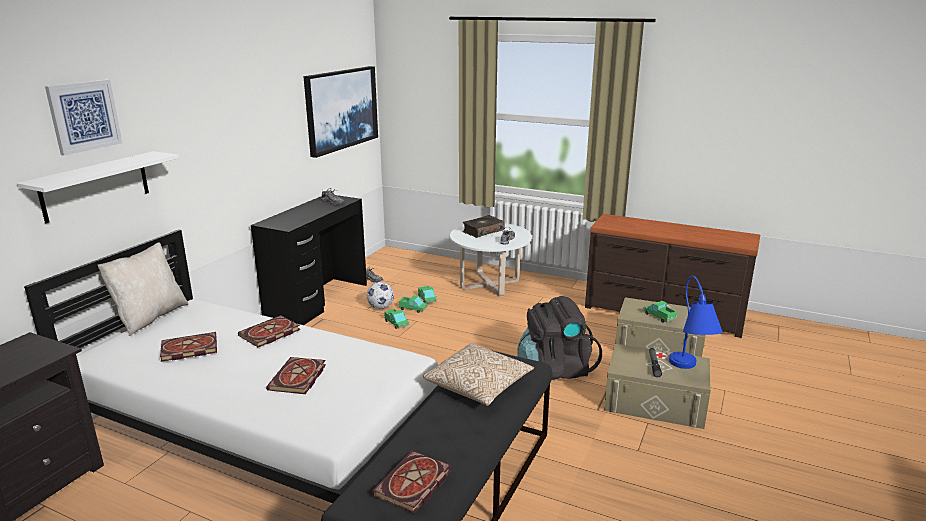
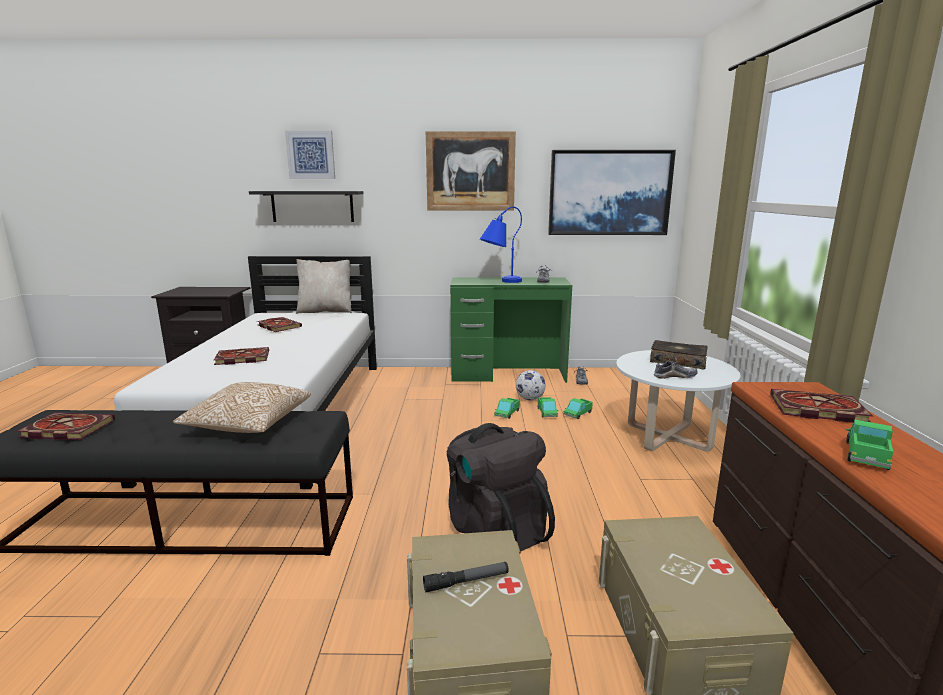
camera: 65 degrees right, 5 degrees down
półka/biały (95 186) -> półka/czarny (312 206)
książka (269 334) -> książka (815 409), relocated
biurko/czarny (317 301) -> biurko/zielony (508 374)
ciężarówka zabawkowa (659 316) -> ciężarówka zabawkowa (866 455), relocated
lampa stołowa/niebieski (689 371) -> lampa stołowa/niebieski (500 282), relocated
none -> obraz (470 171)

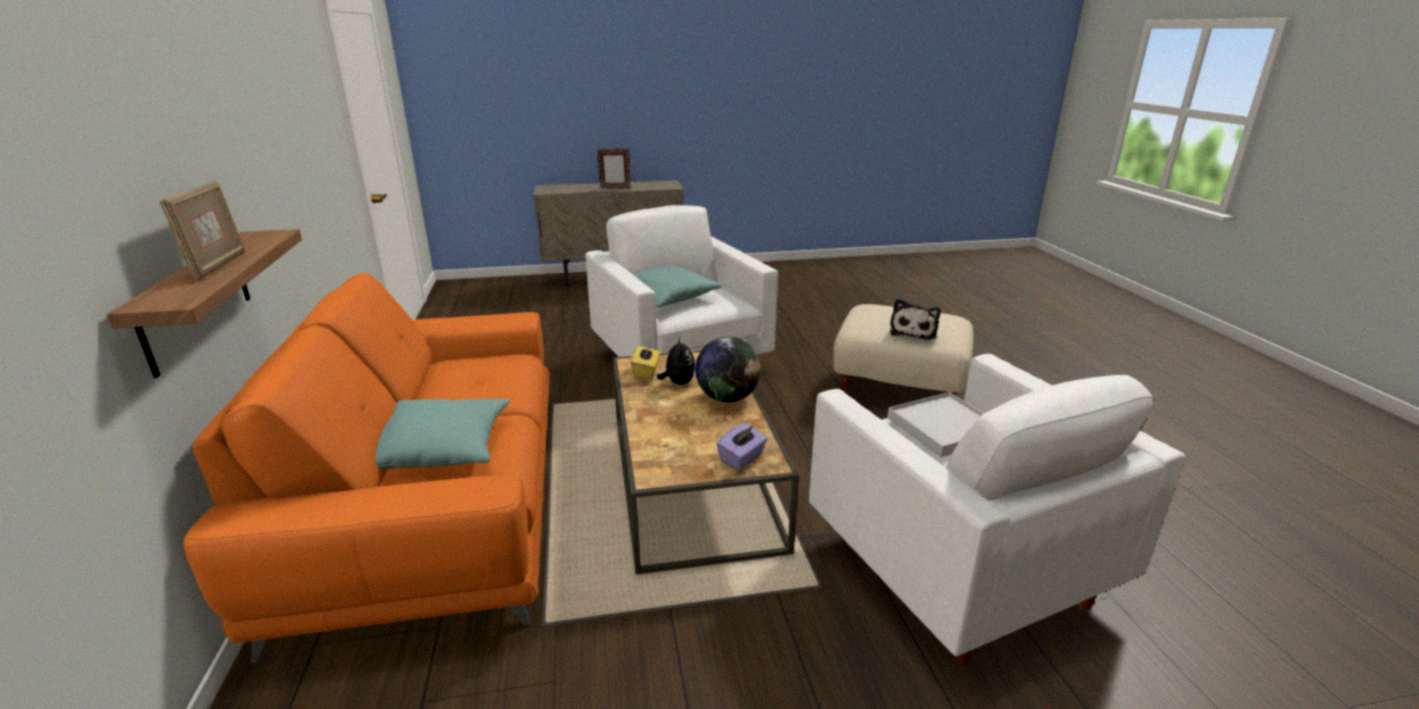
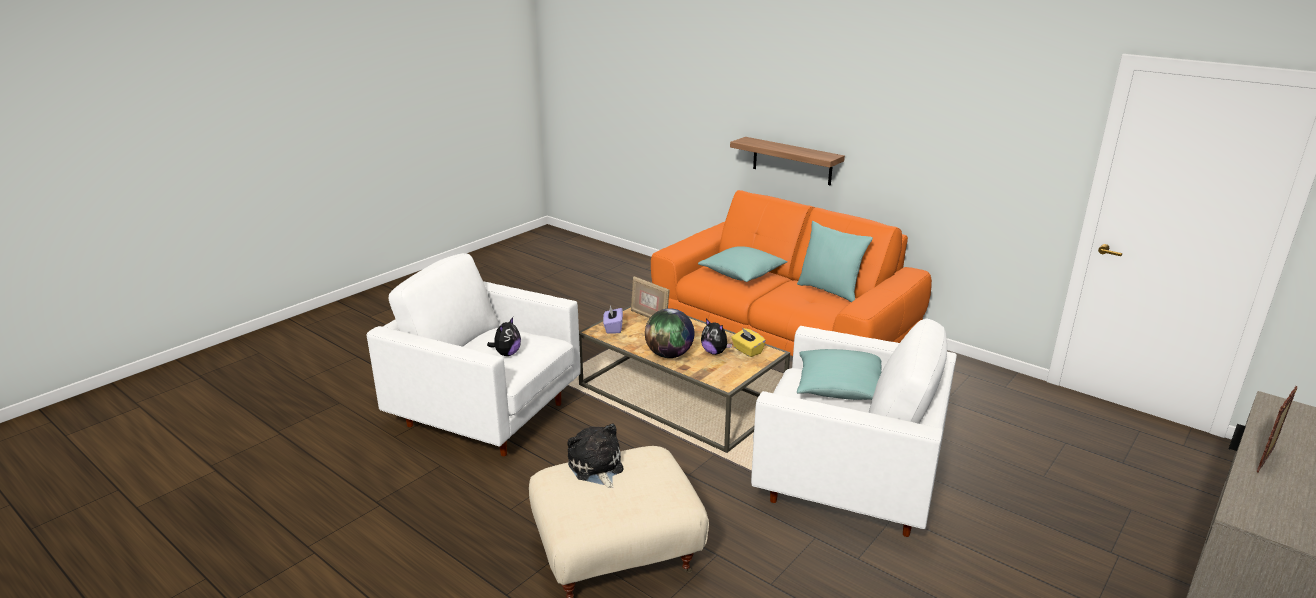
camera: 140 degrees right, 0 degrees up
ramka na zdjęcie (217 266) -> ramka na zdjęcie (649 317), relocated
taca/biały (944 428) -> pluszak (507 354)
none -> poduszka/turkusowy (830 291)

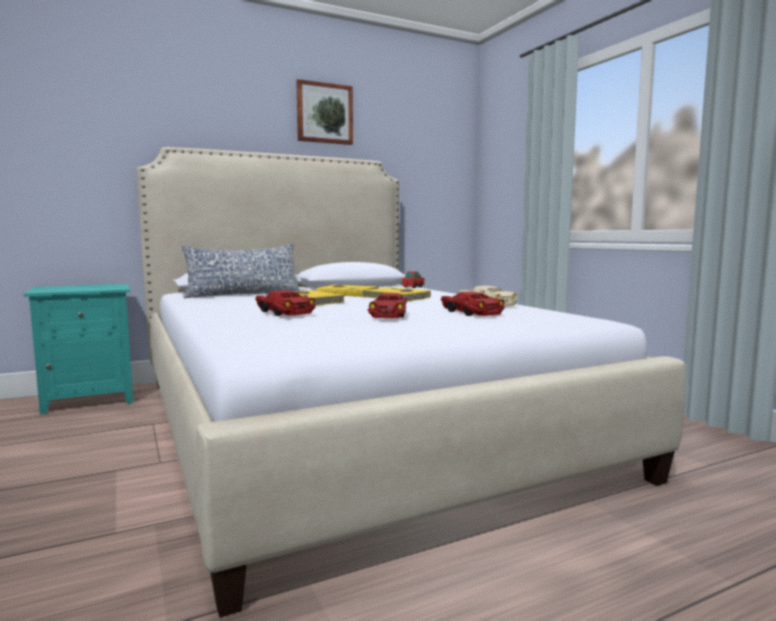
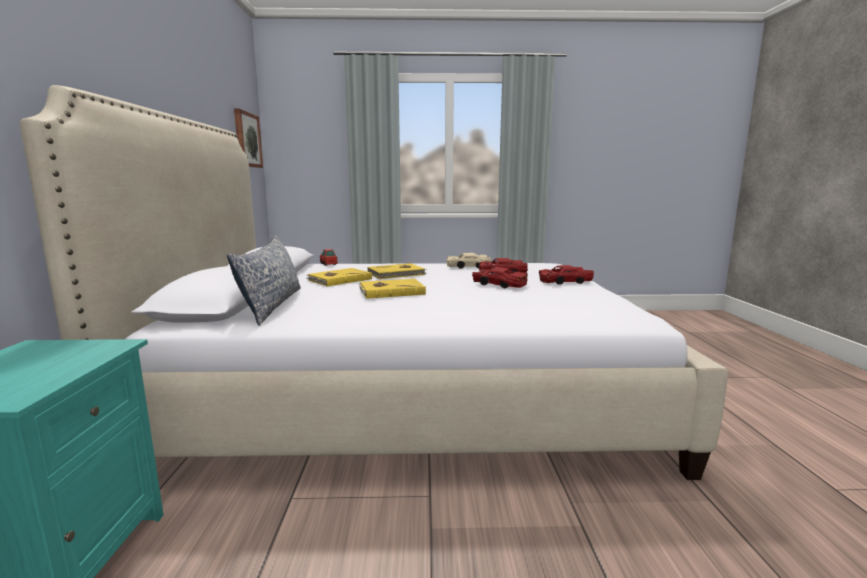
camera: 65 degrees left, 5 degrees up
samochodzik/czerwony (283 312) -> samochodzik/czerwony (564 281), relocated
obraz (324 113) -> obraz (246 140), relocated

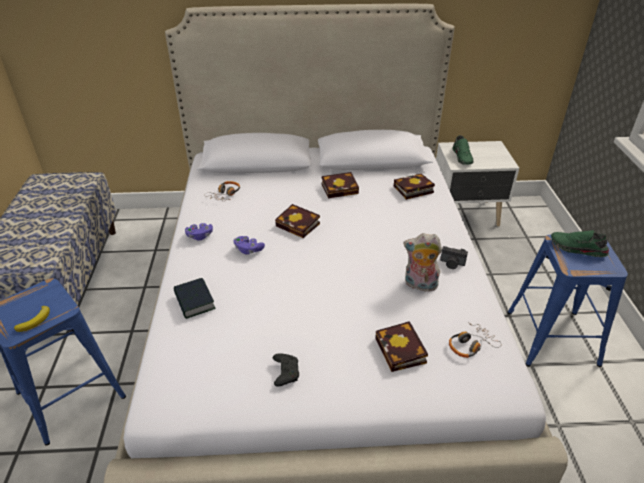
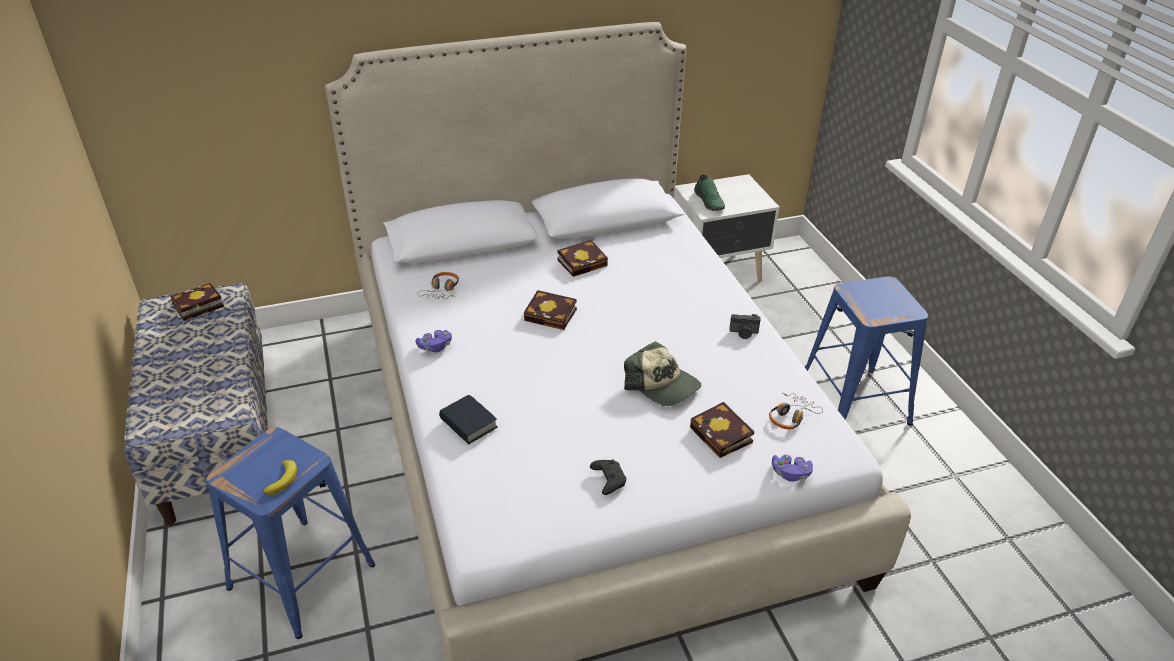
camera: 15 degrees left, 0 degrees up
pad do gier/fioletowy (248 250) -> pad do gier/fioletowy (790 473), relocated
książka (412 190) -> książka (196 306), relocated
pluszak (419 285) -> none
but/zielony (577 249) -> none
none -> czapka z daszkiem (662 385)

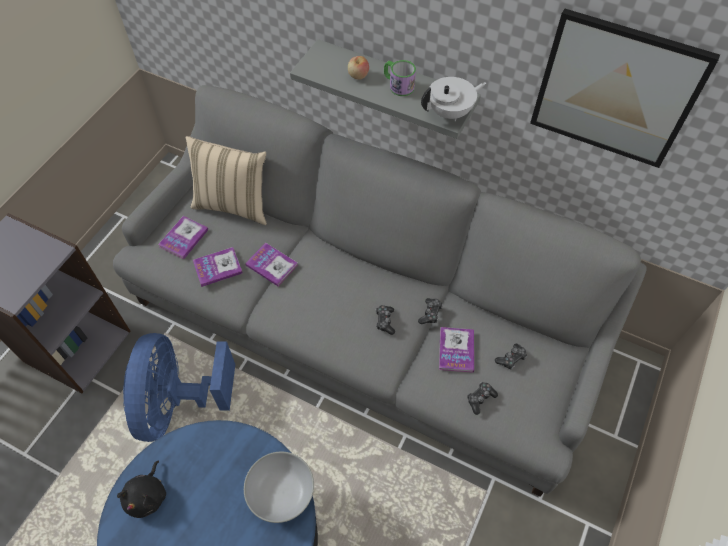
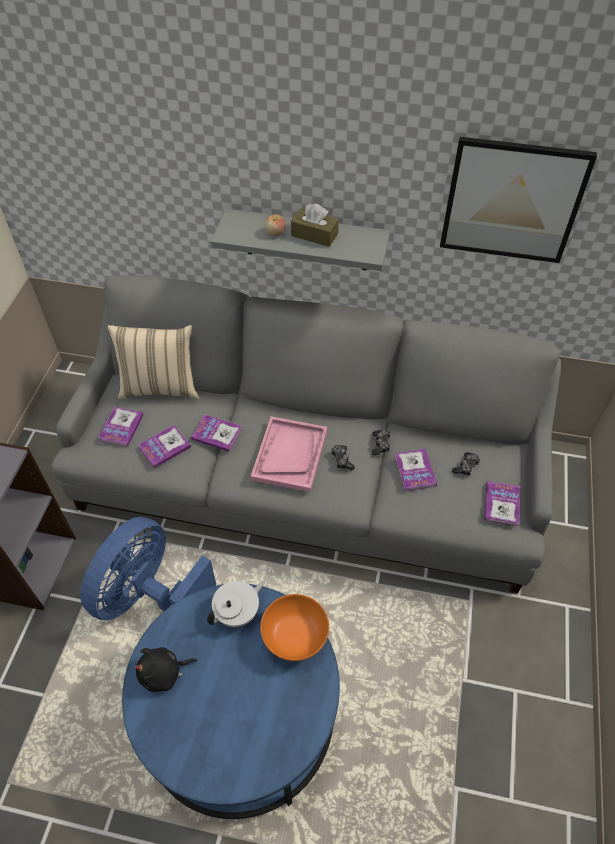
camera: 15 degrees left, 5 degrees down
pluszak/czarny (147 495) -> pluszak/czarny (163 673), 75 degrees clockwise
wentylator/niebieski (179 403) -> wentylator/niebieski (148 594), 45 degrees clockwise
miska/biały (281 493) -> miska/pomarańczowy (294 637)
kubek (398 85) -> pudełko chusteczek/brązowy (314 235)
imbryk/biały (450 112) -> imbryk/biały (238 612), relocated
pad do gier (480 398) -> none
none -> taca/różowy (289 455)
none -> książka (501 504)

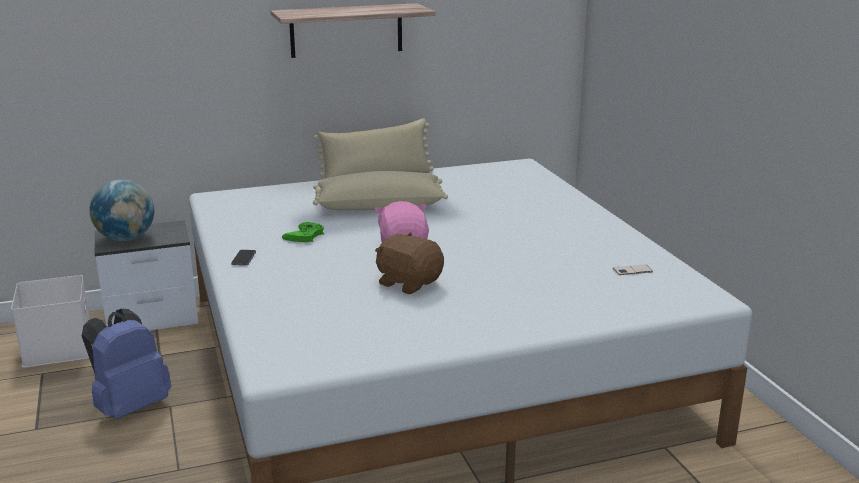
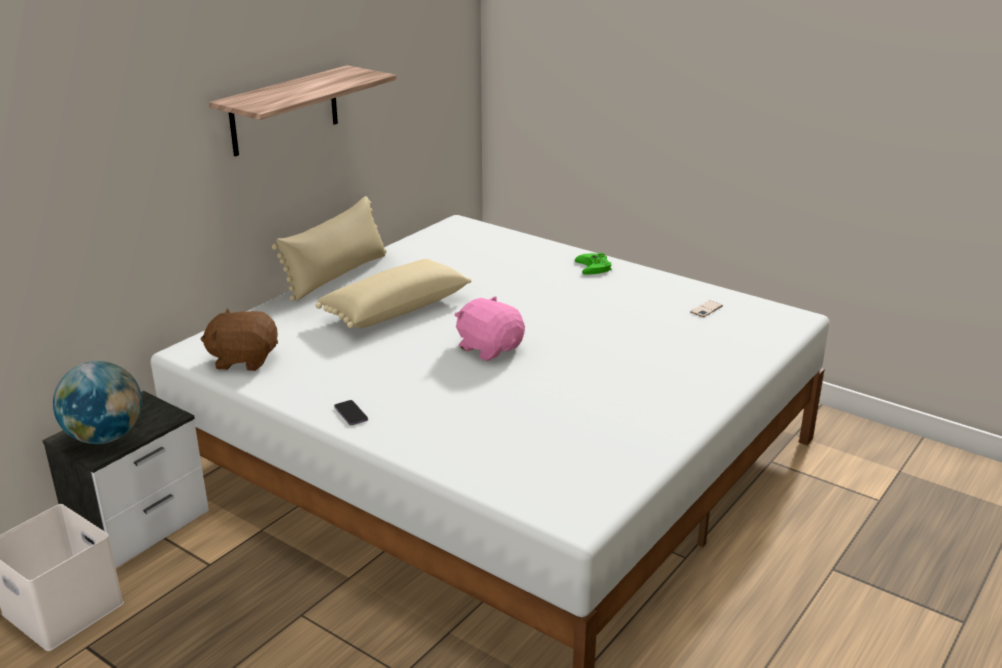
camera: 35 degrees left, 5 degrees up
plecak/niebieski (130 407) -> none
pad do gier/zielony (305 236) -> pad do gier/zielony (595 267), relocated
pluszak/brązowy (409 283) -> pluszak/brązowy (244 360), relocated

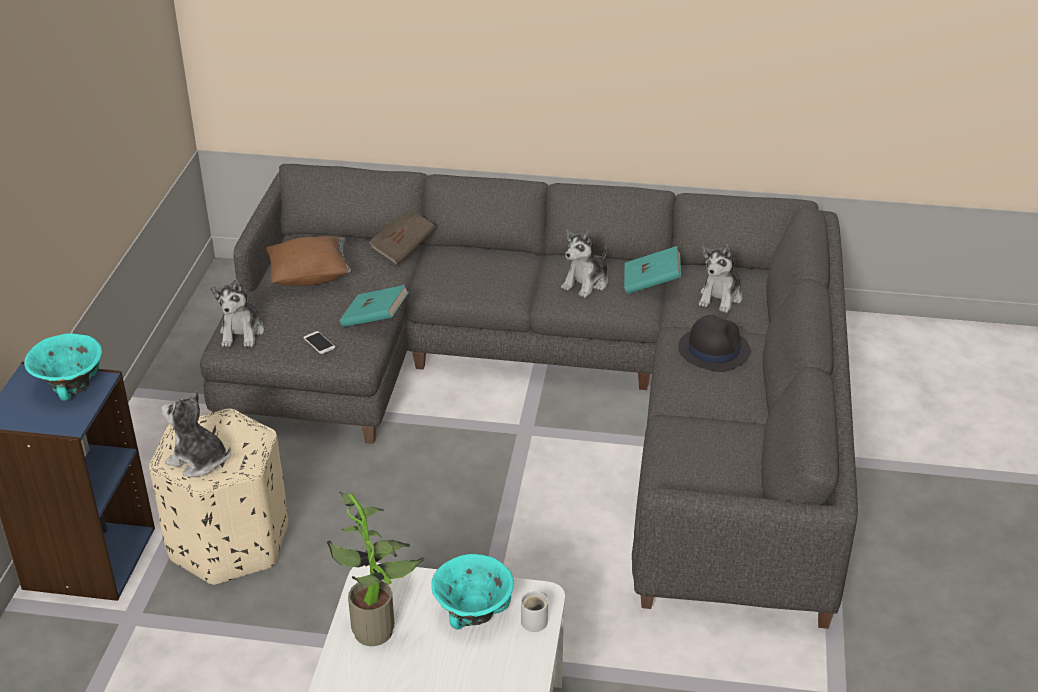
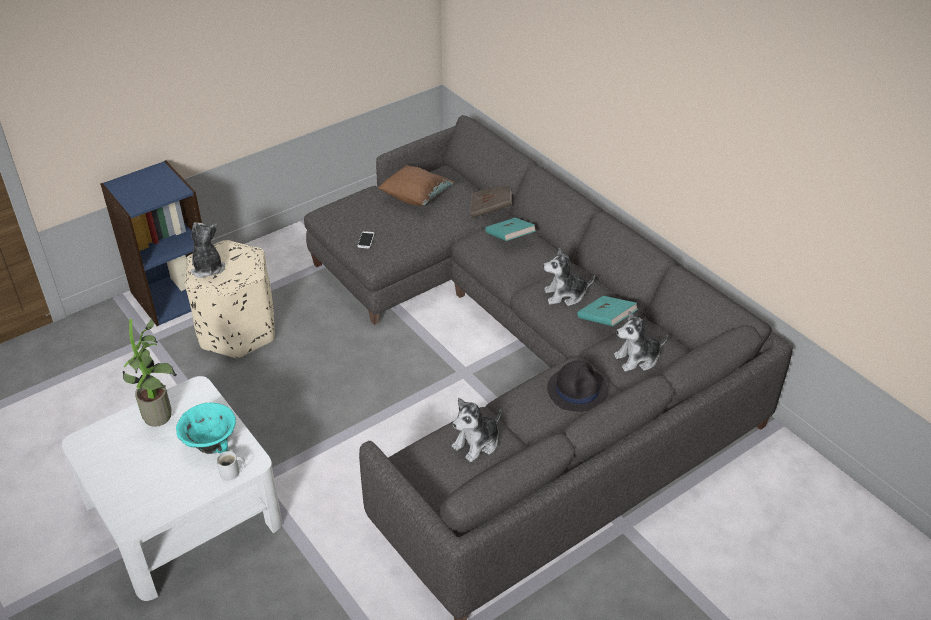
camera: 45 degrees right, 5 degrees up
miska/turkusowy (70 386) -> none
pluszak (242 333) -> pluszak (477 443), relocated
książka/turkusowy (375 319) -> książka/turkusowy (509 238), relocated

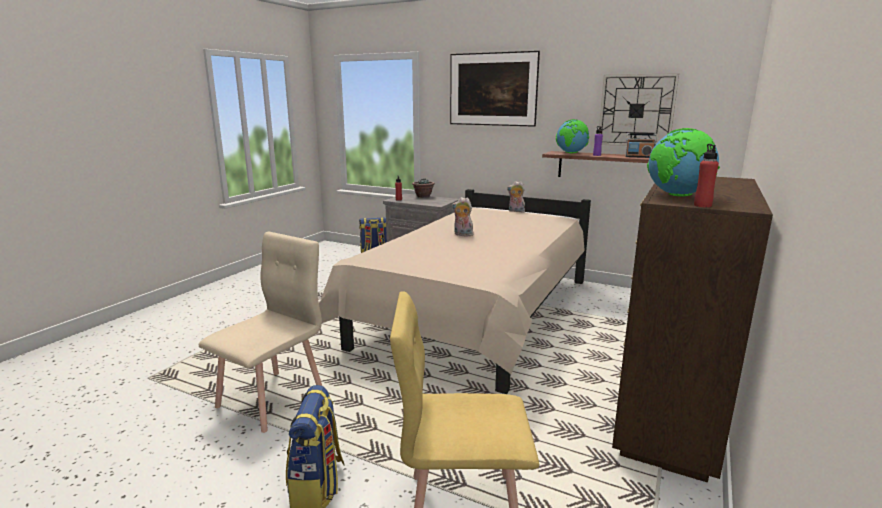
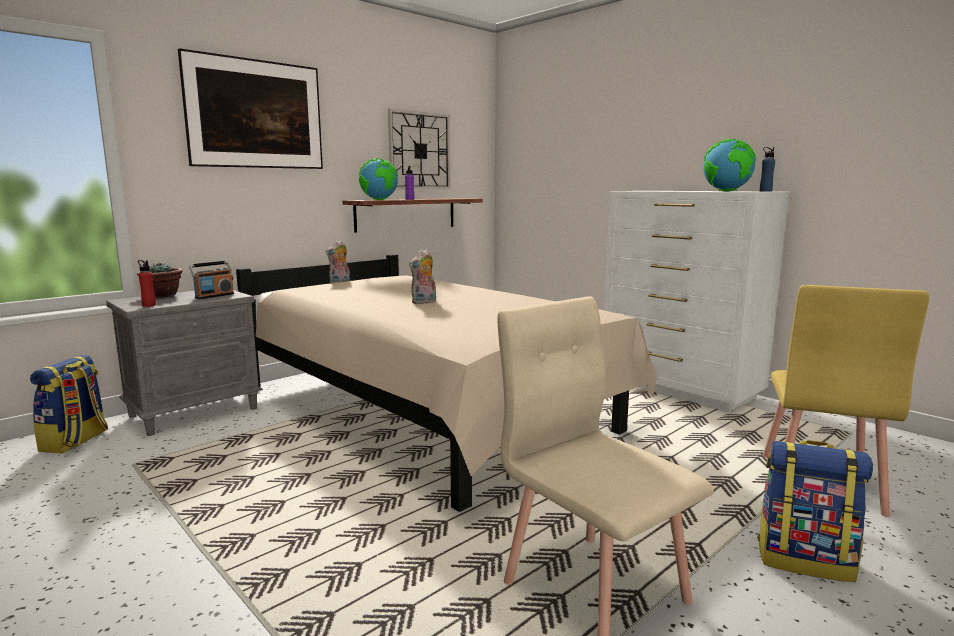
camera: 70 degrees left, 5 degrees down
komoda/brązowy (666 421) -> komoda/biały (680 389)
radio (639 157) -> radio (214 296), relocated
butelka/czerwony (702 205) -> butelka/niebieski (765 191)

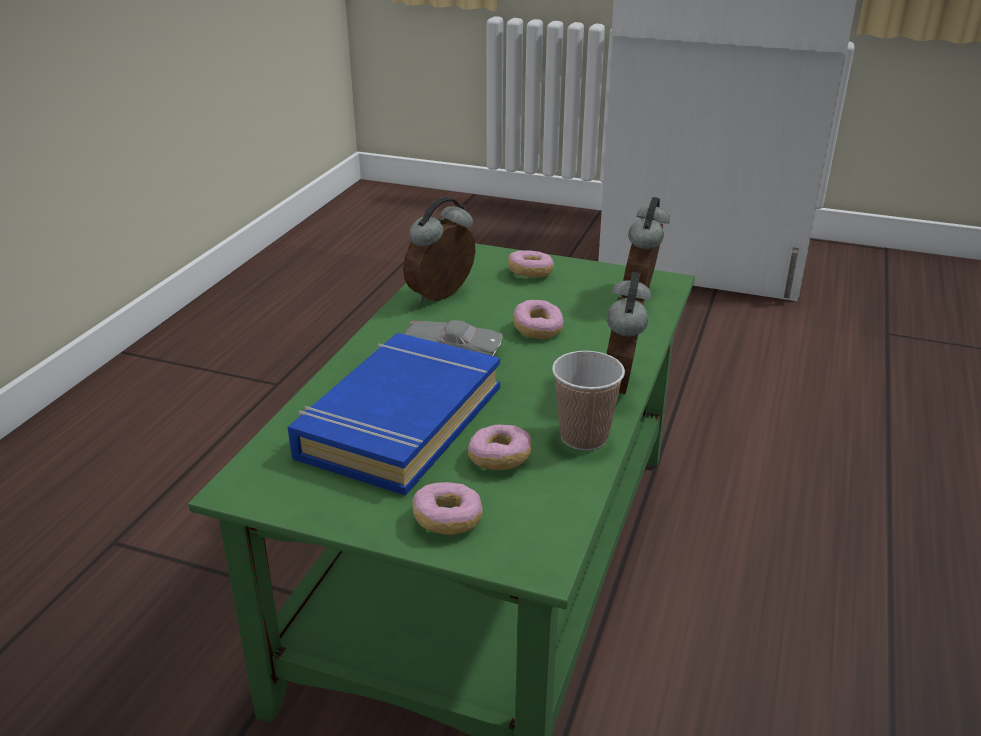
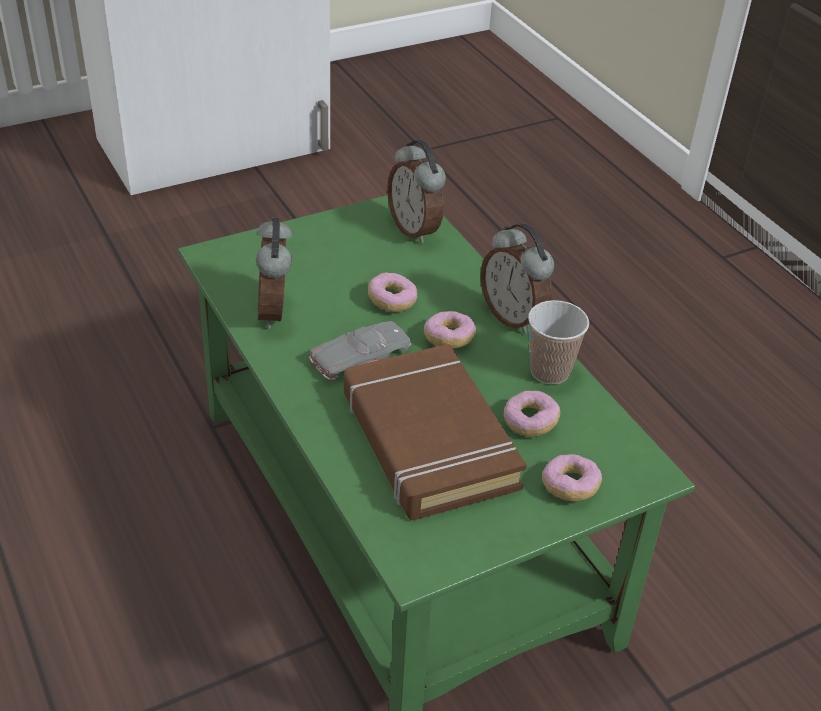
camera: 50 degrees left, 10 degrees up
książka/niebieski (399 422) -> książka/brązowy (428 440)
donut (530 273) -> donut (449 339), relocated

